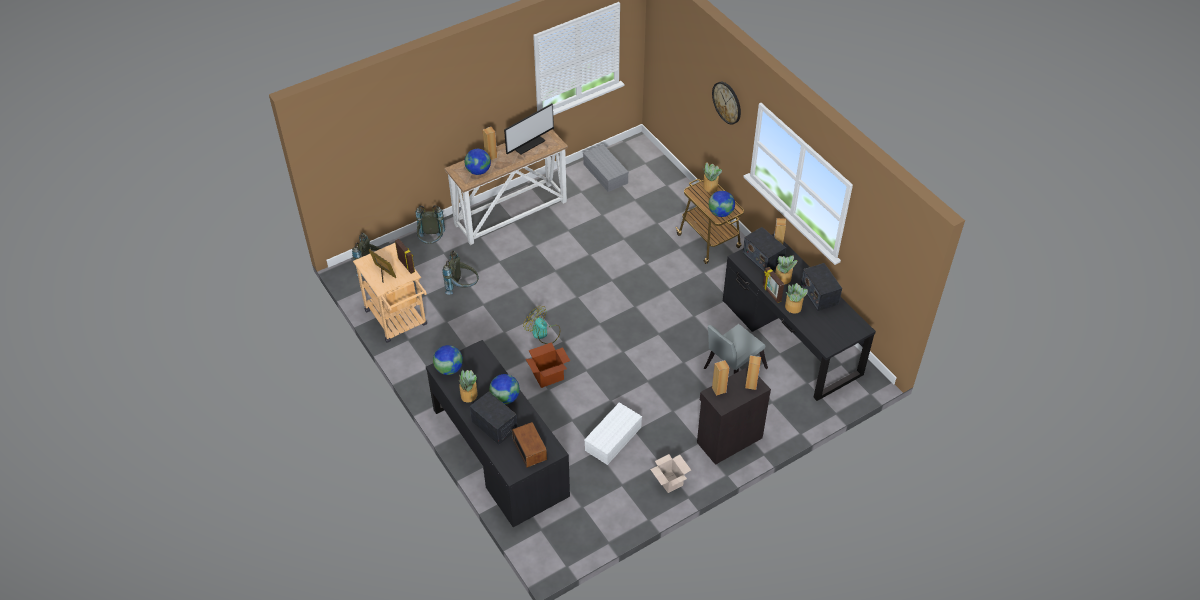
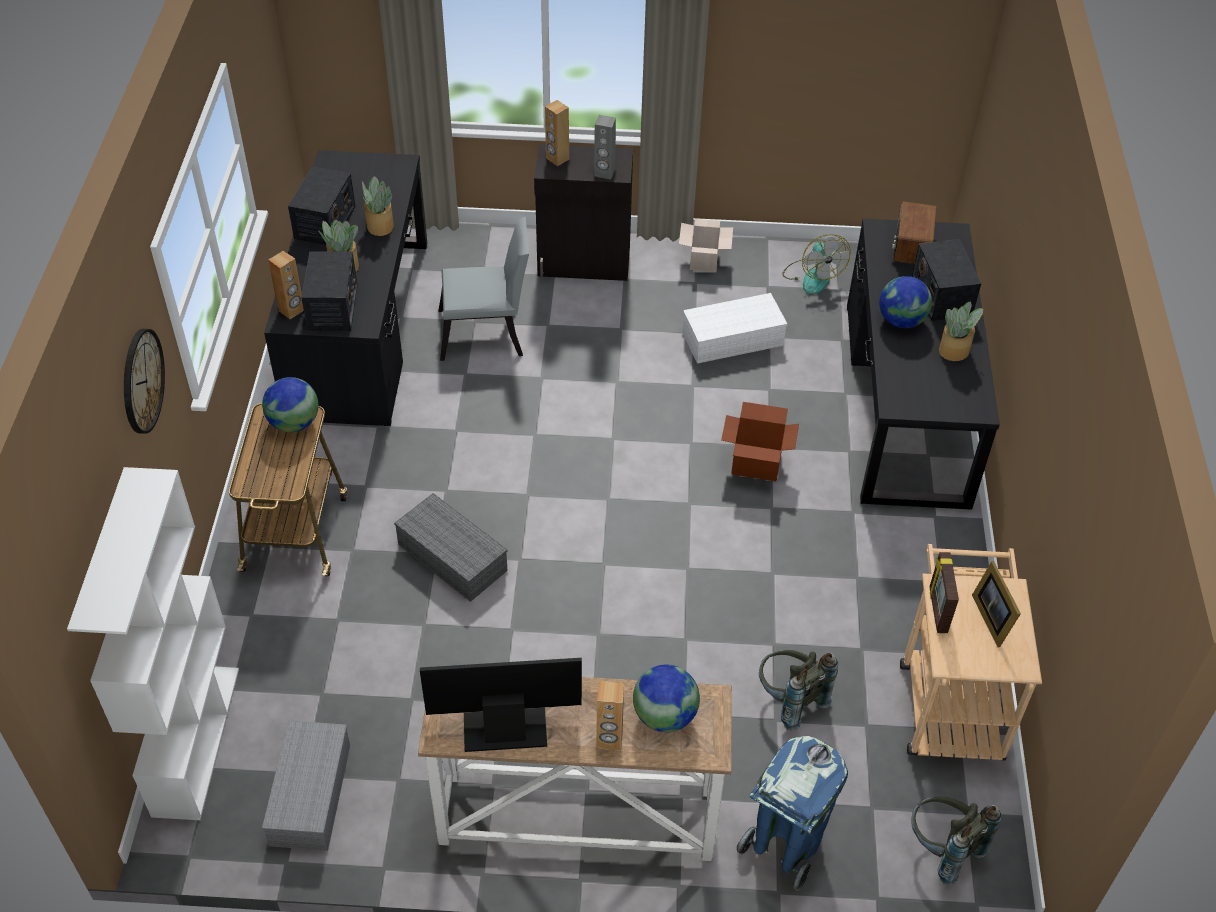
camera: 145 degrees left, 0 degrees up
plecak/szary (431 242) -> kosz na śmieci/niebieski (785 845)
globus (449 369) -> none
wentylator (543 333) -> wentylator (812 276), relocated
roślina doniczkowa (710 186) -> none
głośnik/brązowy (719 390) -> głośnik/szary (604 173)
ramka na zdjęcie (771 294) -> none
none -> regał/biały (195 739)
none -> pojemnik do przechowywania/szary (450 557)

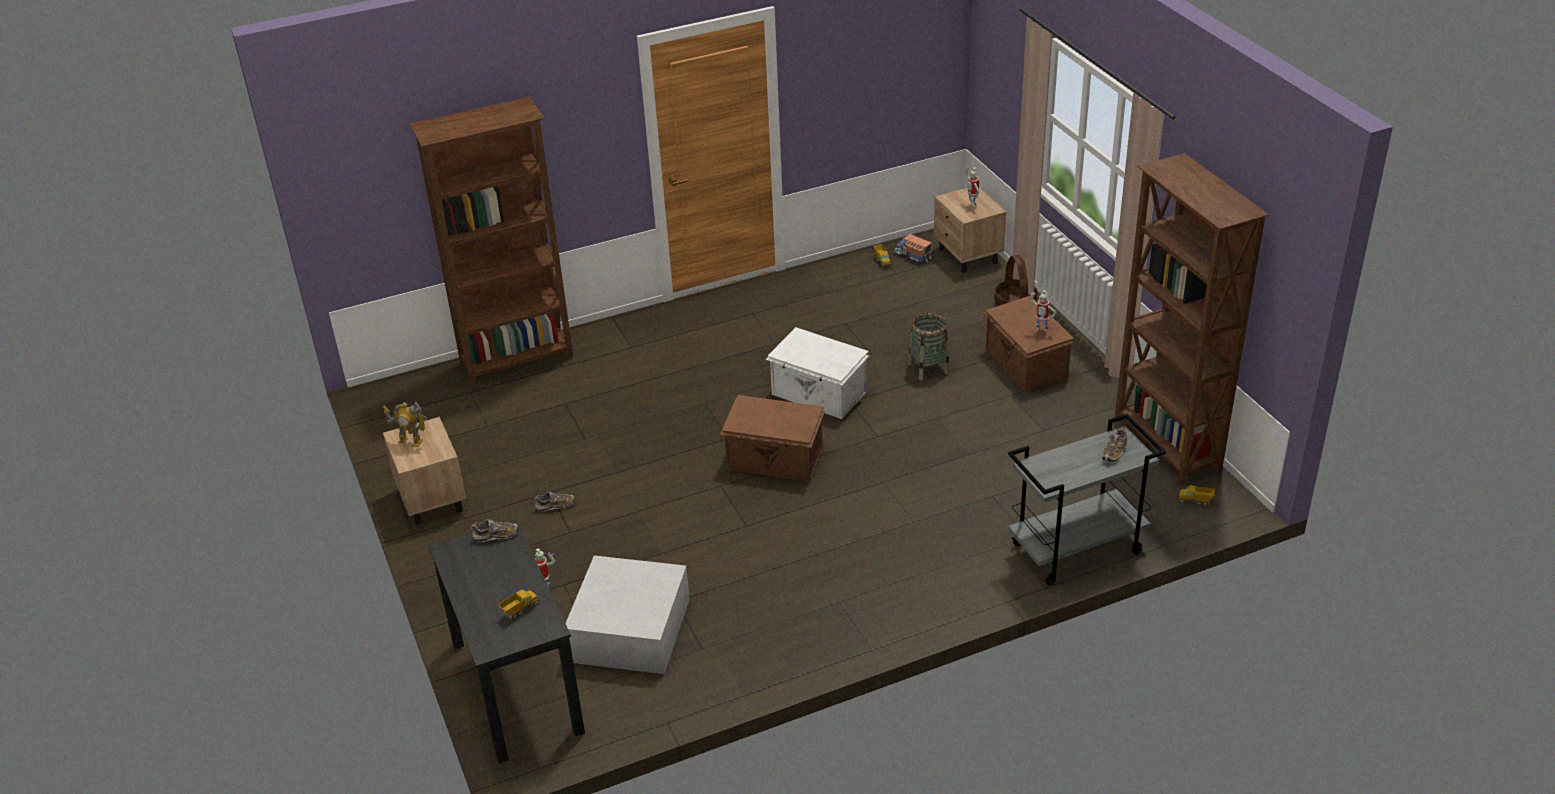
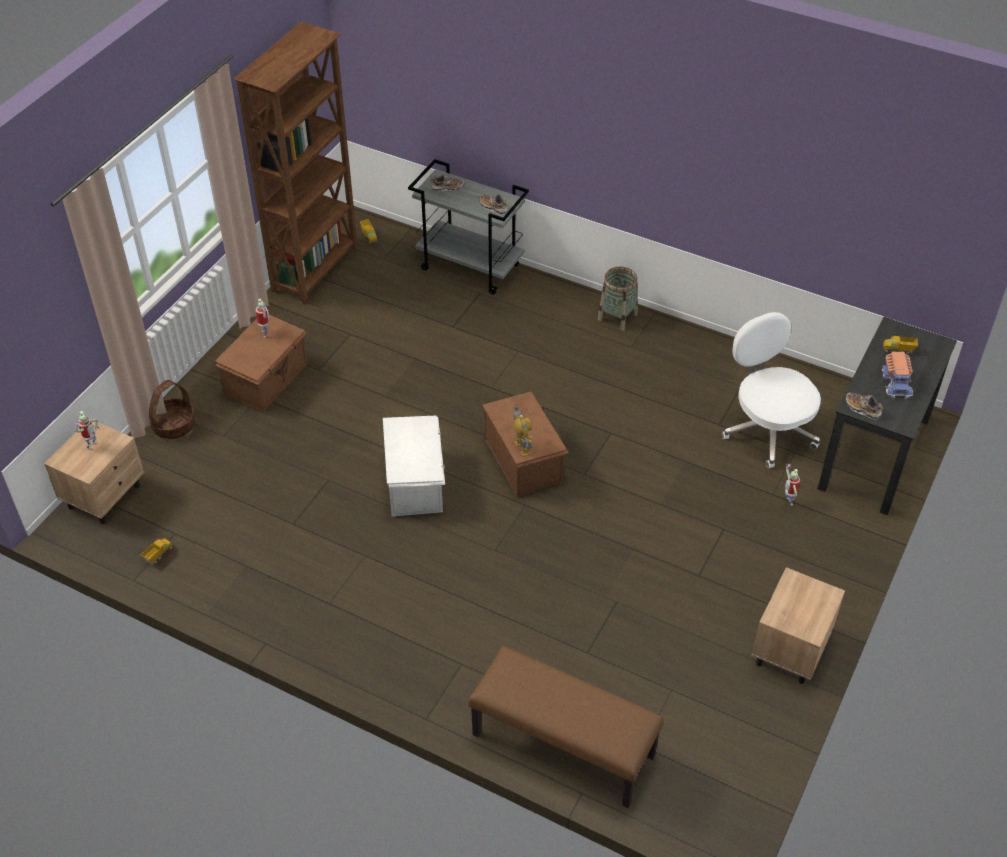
camera: 130 degrees left, 10 degrees up
robot zabawkowy (410 441) -> robot zabawkowy (522 447), relocated
regał/brązowy (518 360) -> ławka/brązowy (562 746)
but (555 505) -> but (493 207), relocated
pojemnik do przechowywania/biały (630 630) -> krzesło biurowe/biały (768 430)
ciężarówka zabawkowa (913 255) -> ciężarówka zabawkowa (896 383), relocated
koszyk (928 368) -> koszyk (617 317), relocated

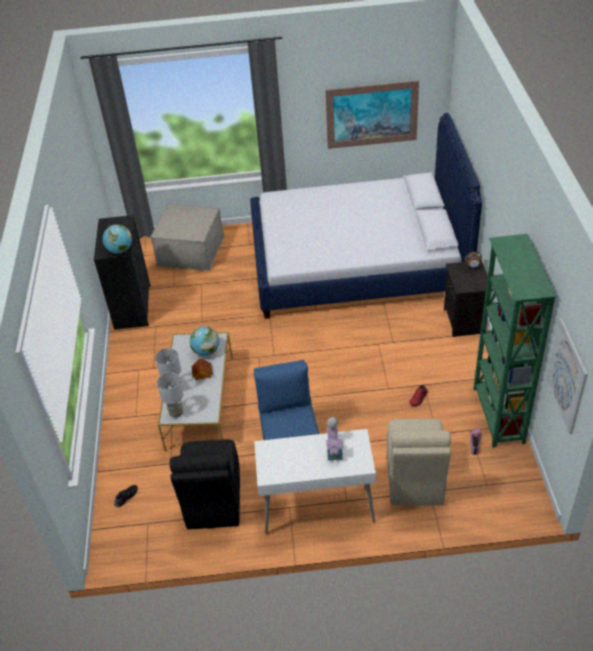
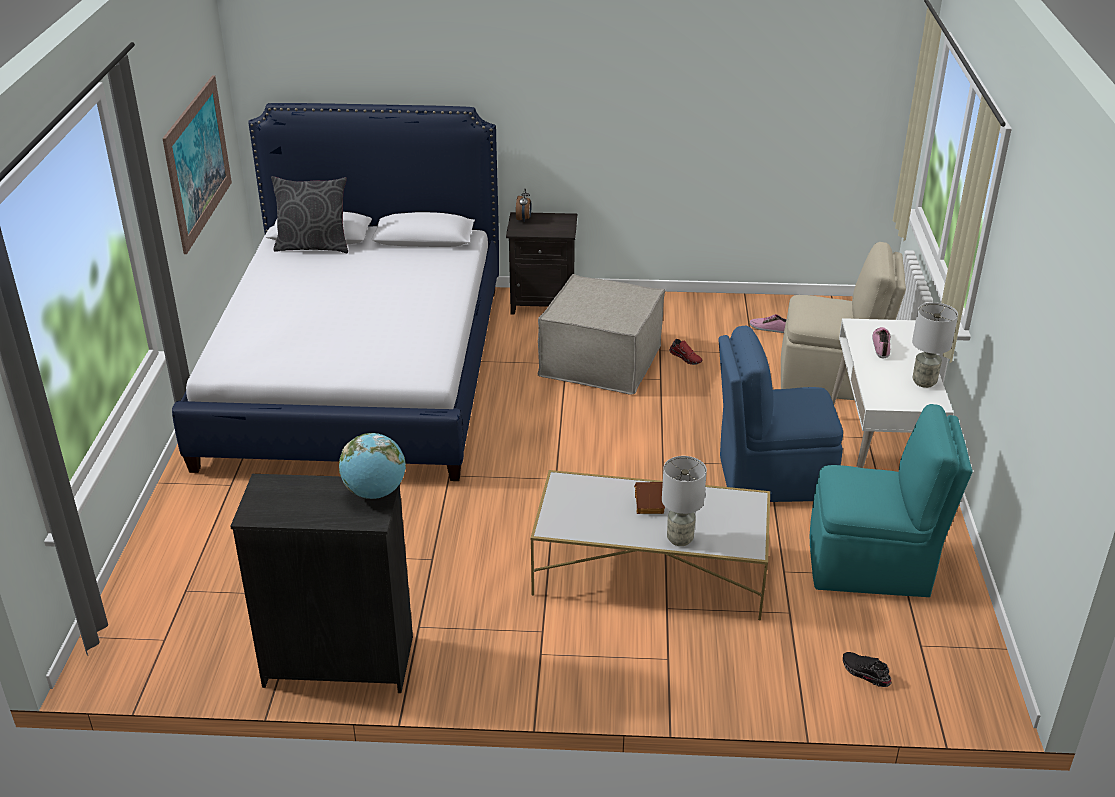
camera: 85 degrees left, 10 degrees down
pufa/beżowy (191 251) -> pufa/beżowy (600 361), relocated
lampa stołowa/szary (176 413) -> lampa stołowa/szary (923 382), relocated
krzesło/czarny (213 501) -> krzesło/turkusowy (872 566)
globus (206 351) -> none
domek (334 450) -> but (882 345)
regał/zielony (497 416) -> none
obraz (567 376) -> none
none -> poduszka/szary (313 246)

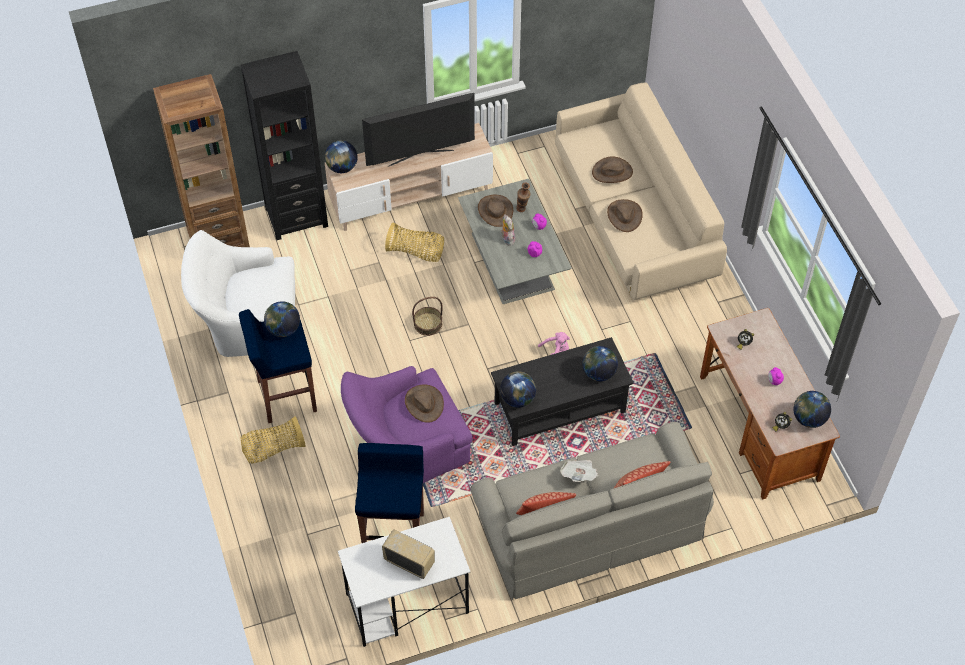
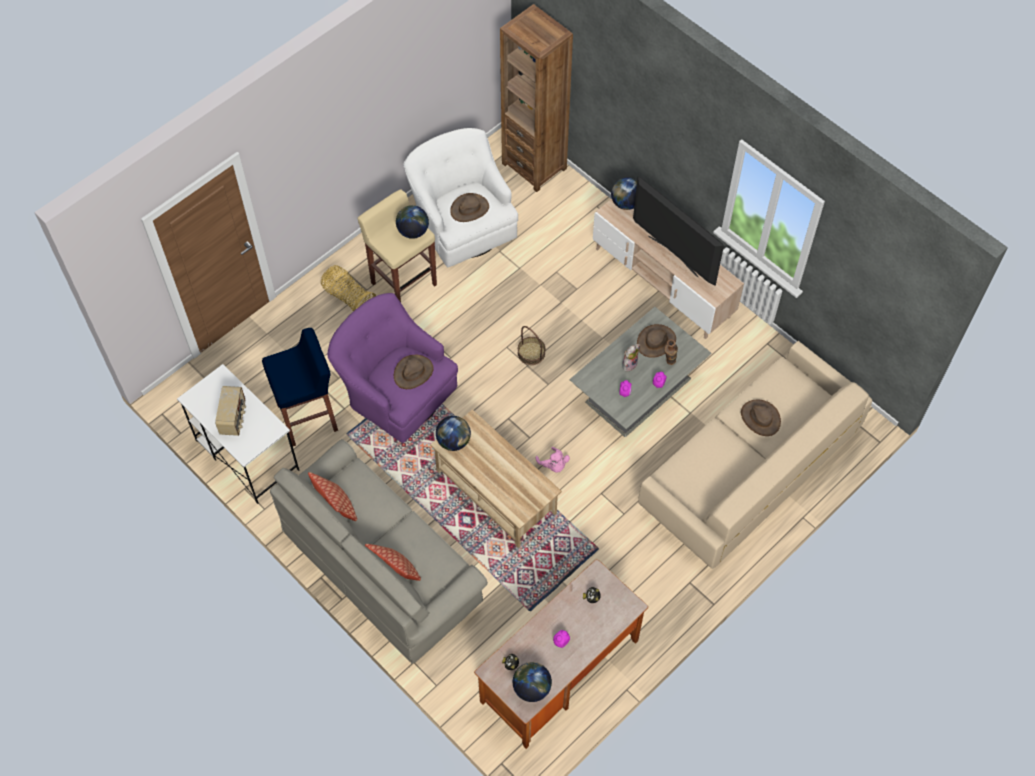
camera: 65 degrees right, 5 degrees up
stołek/niebieski (286 396) -> stołek/beżowy (403 283)
regał/czarny (296 216) -> none
koszyk (416 252) -> none
ława/czarny (559 408) -> ława/beżowy (495 492)
gazeta (579 475) -> none
globus (598 373) -> none
kapelusz/brązowy (624 216) -> kapelusz/brązowy (469 209), relocated

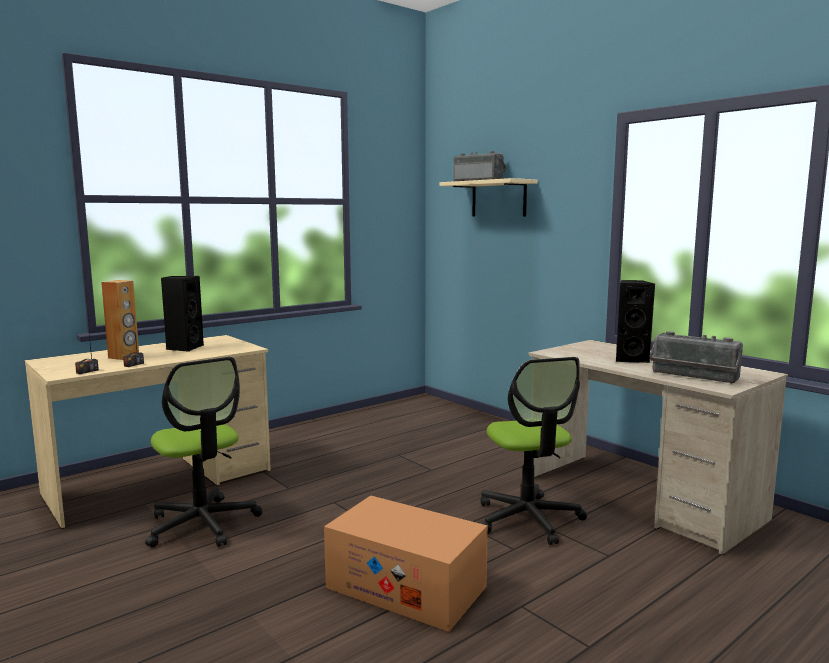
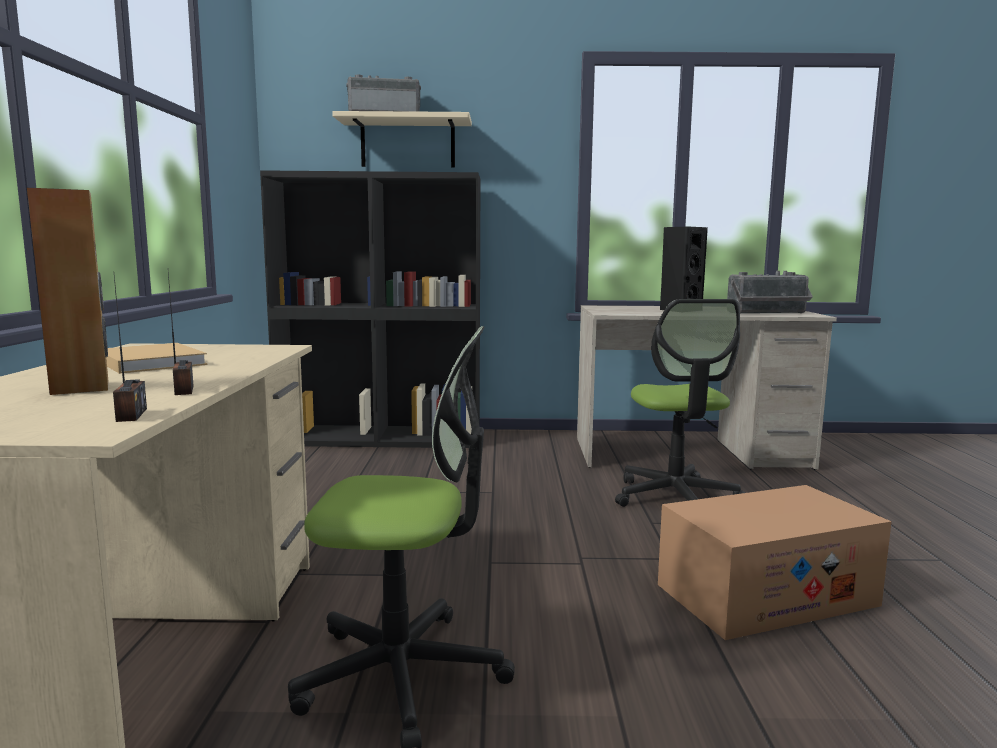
camera: 50 degrees left, 0 degrees up
głośnik/czarny (184 348) -> książka/beżowy (150 362)
krzesło biurowe (528 519) -> krzesło biurowe (676 497), 60 degrees clockwise
none -> regał/czarny (383 437)

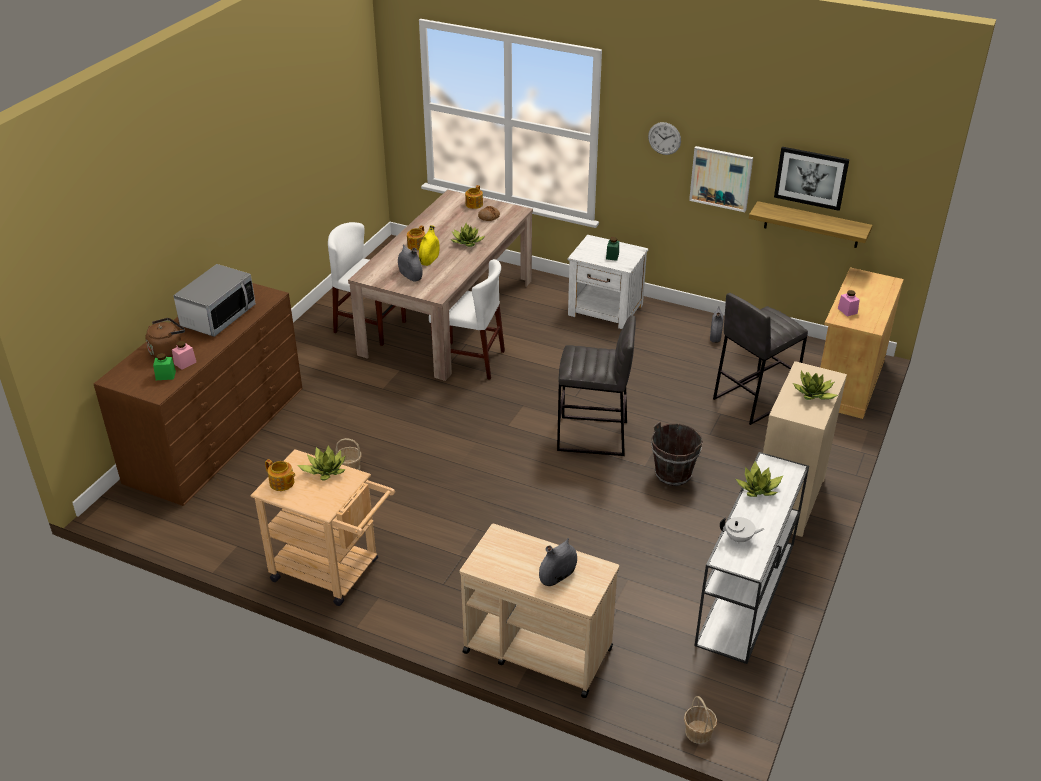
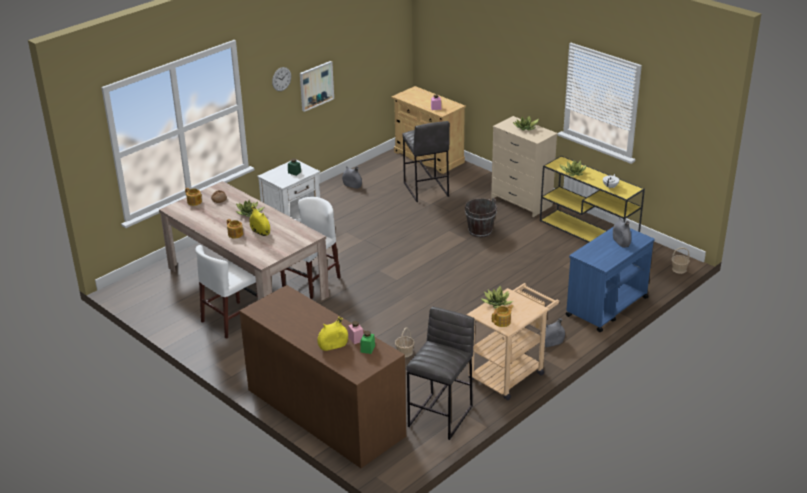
camera: 70 degrees left, 5 degrees down
czajnik/brązowy (168 350) -> wazon/żółty (333 346)
mikrofalówka (218 316) -> none
wazon/szary (410 275) -> wazon/szary (551 343), relocated
wózek/beżowy (536 650) -> wózek/niebieski (606 307)
stołek/szary (593 436) -> stołek/szary (441 416), relocated
stolik konsolowy/biały (746 594) -> stolik konsolowy/żółty (589 233)
półka (811 225) -> none
obraz (811 178) -> none

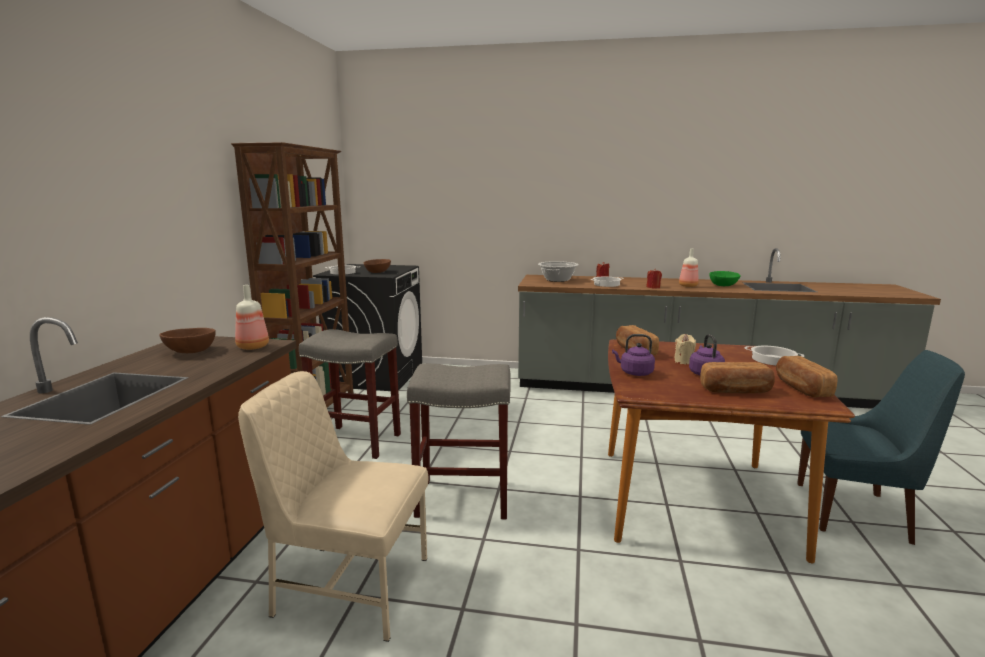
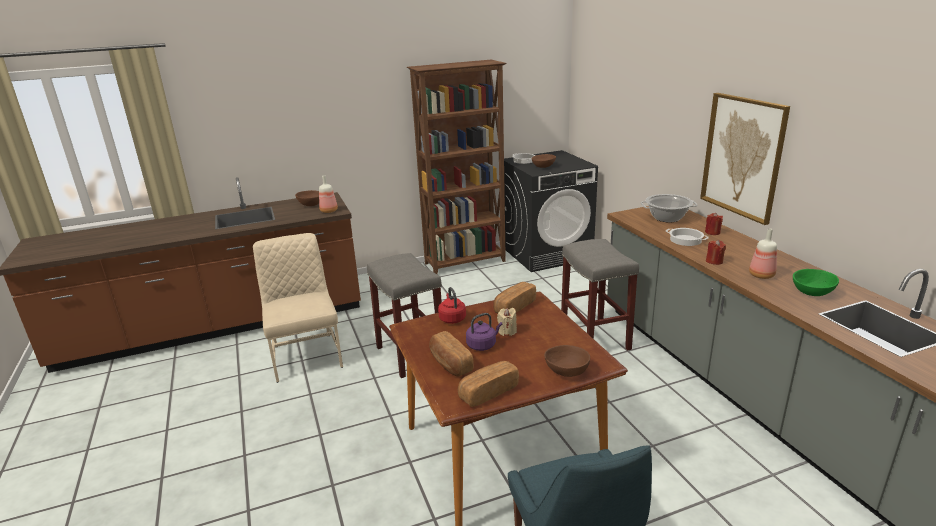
camera: 60 degrees right, 10 degrees up
stołek/szary (355 442) -> stołek/szary (593 337), relocated
czajnik/fioletowy (634 373) -> czajnik/czerwony (452 318)
garnek (773 360) -> miska/brązowy (567 371)
none -> obraz (742 156)

